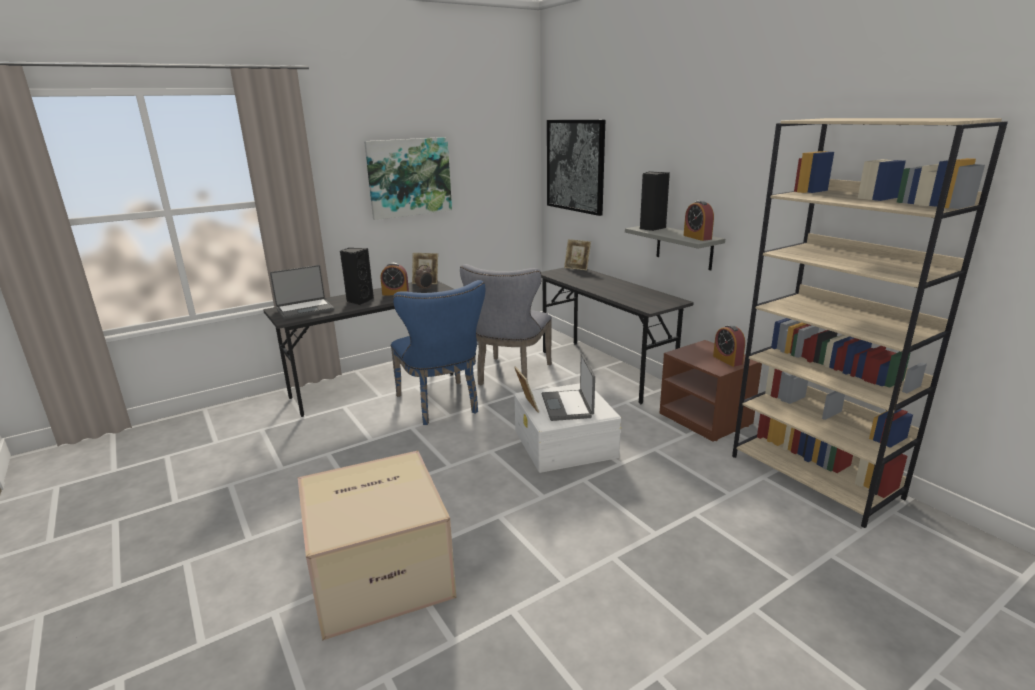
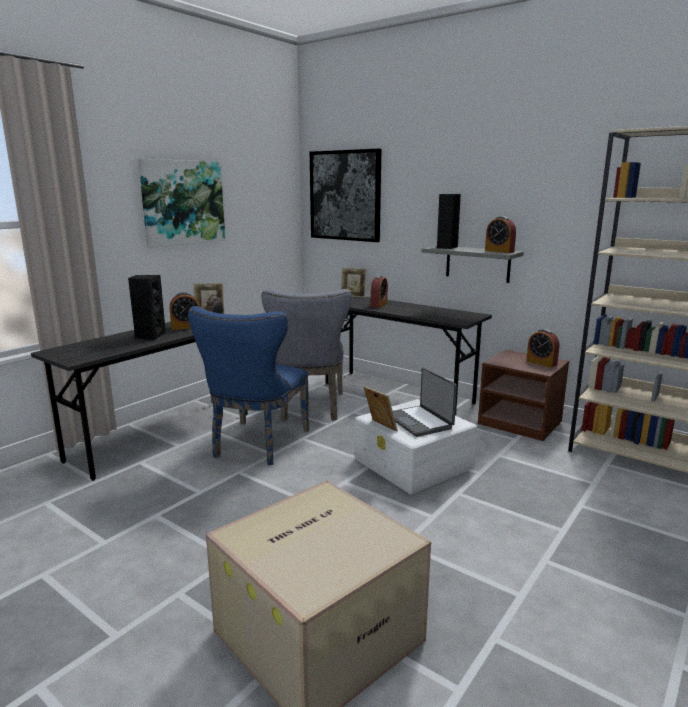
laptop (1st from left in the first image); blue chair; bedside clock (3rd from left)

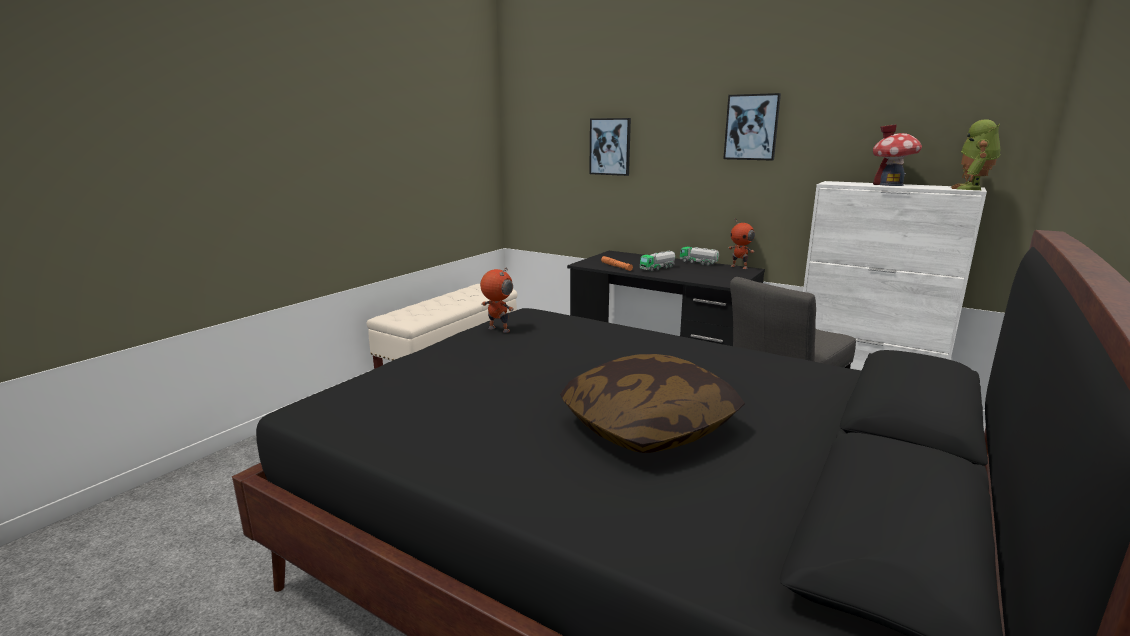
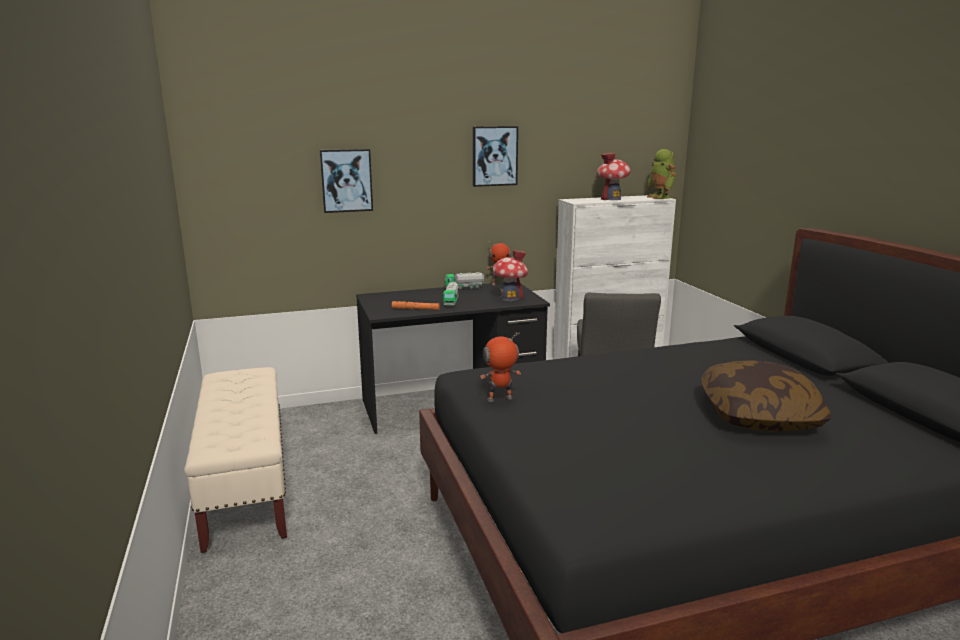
model house (1st from left)

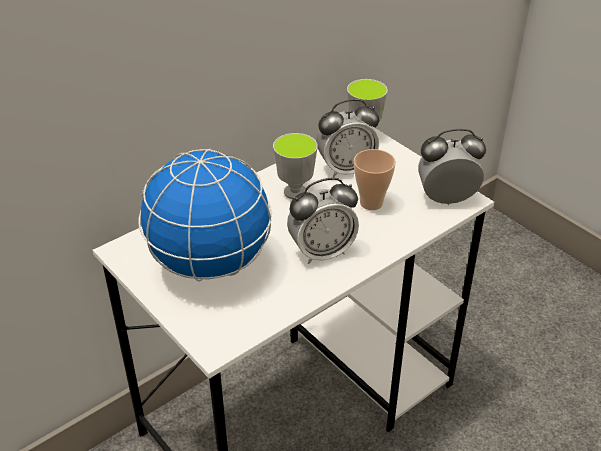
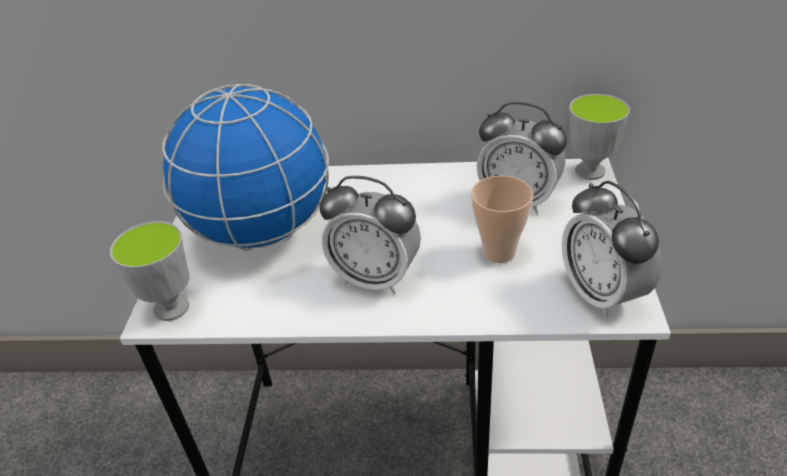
bedside clock (3rd from left); drinking cup (1st from left)

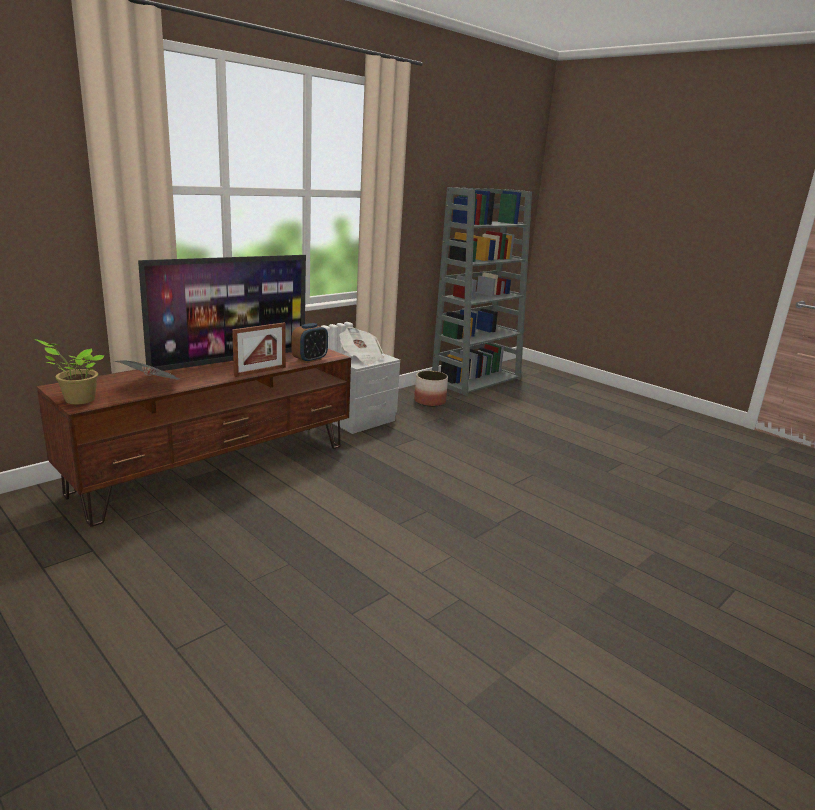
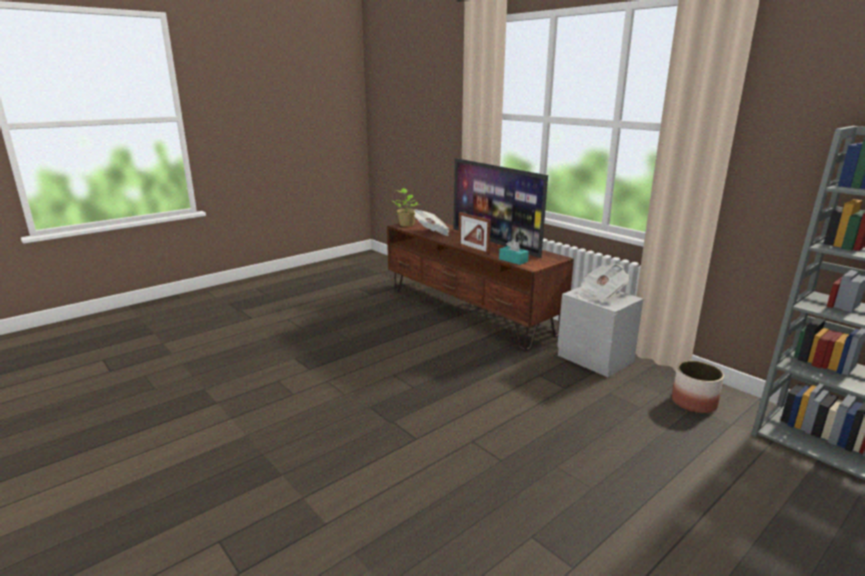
turquoise-coloured tissue holder

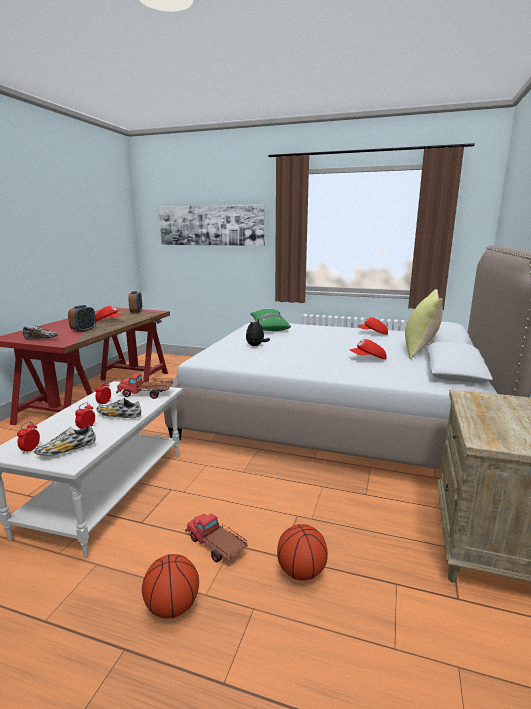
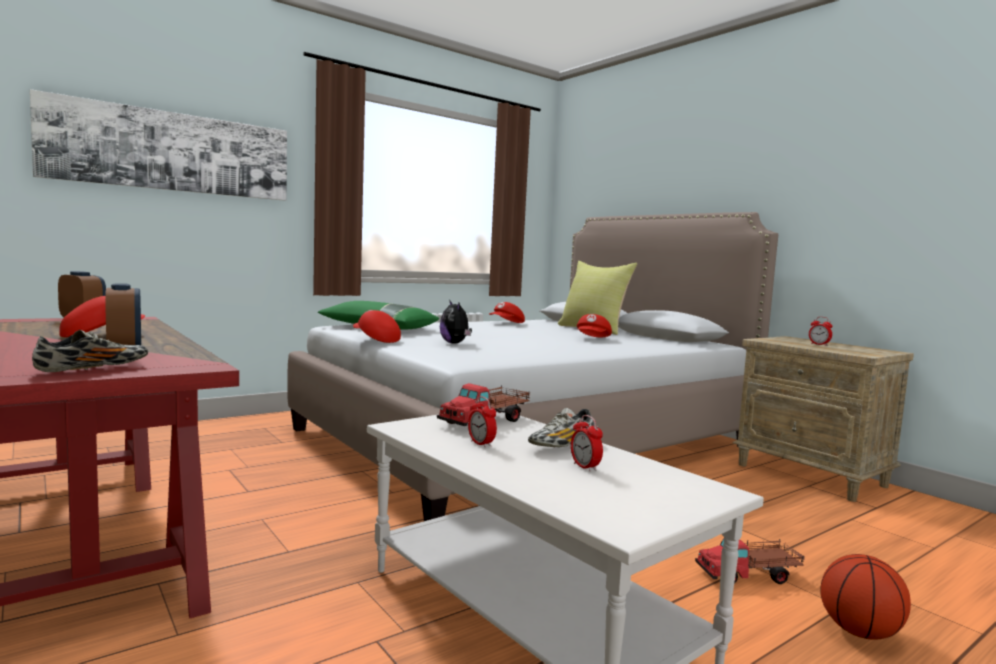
bedside clock (5th from left); low shoe (2nd from left in the first image); ball for basketball (2nd from left in the first image); reddish baseball cap (2nd from left)

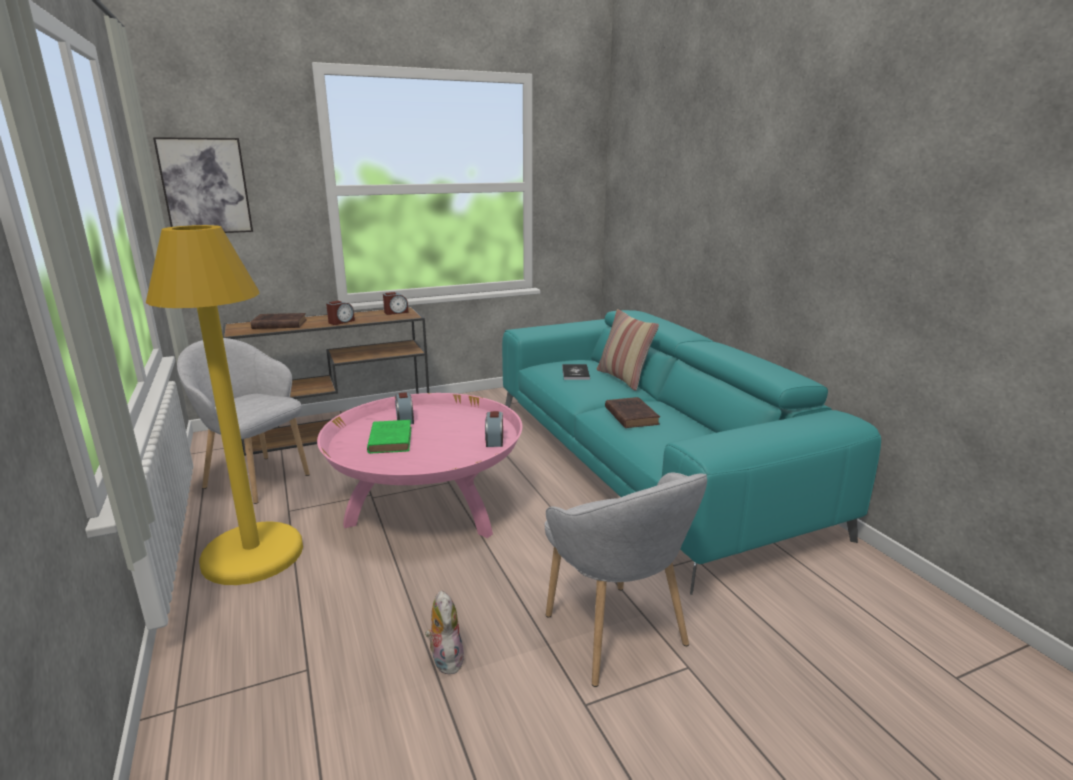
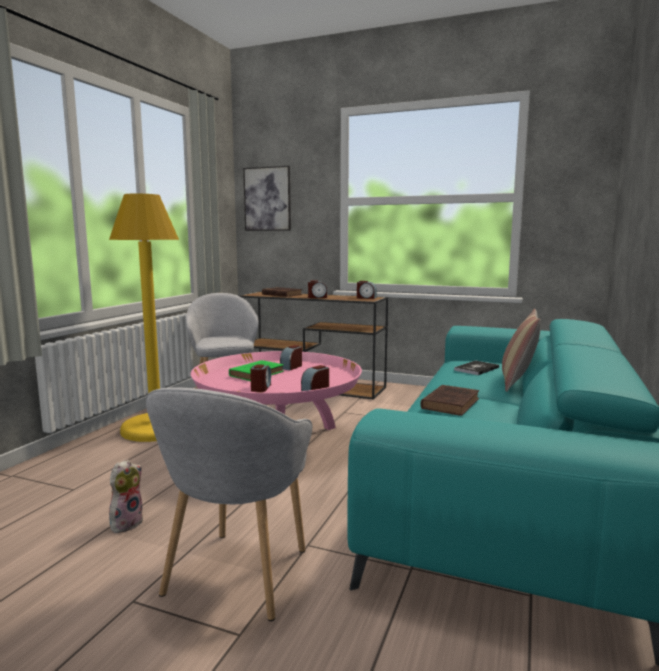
bedside clock (1st from left)

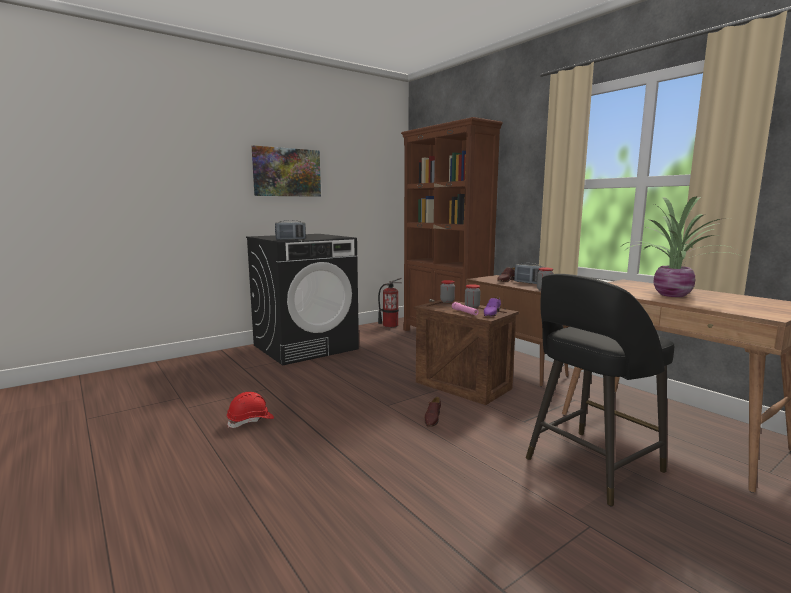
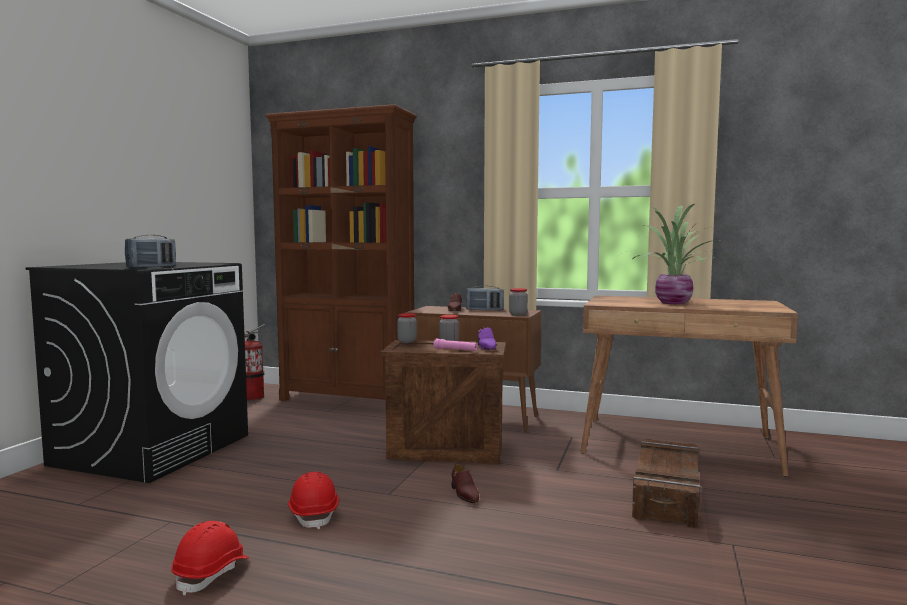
picture; crate (2nd from left); reddish work helmet (2nd from left)

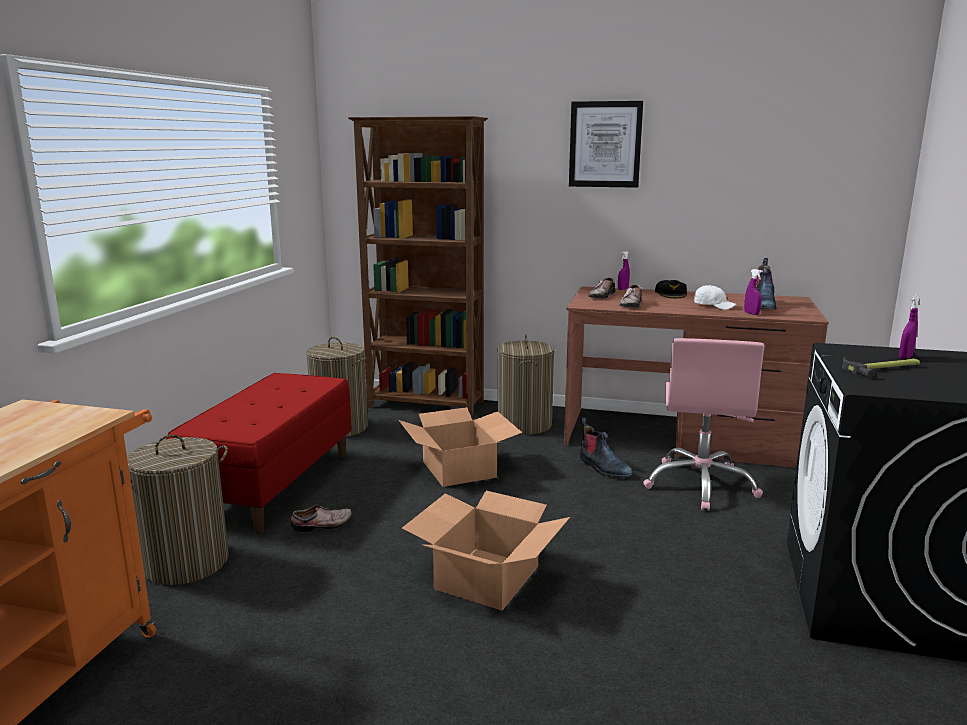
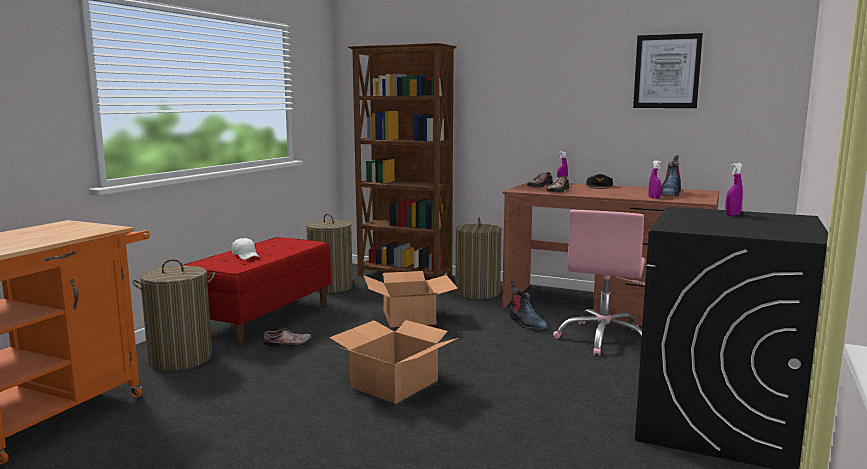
picture; white baseball cap; hammer

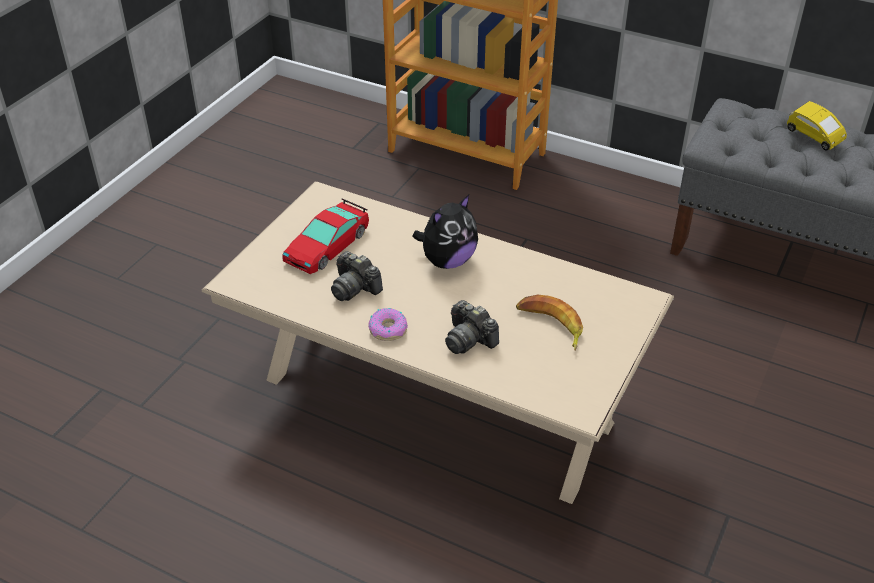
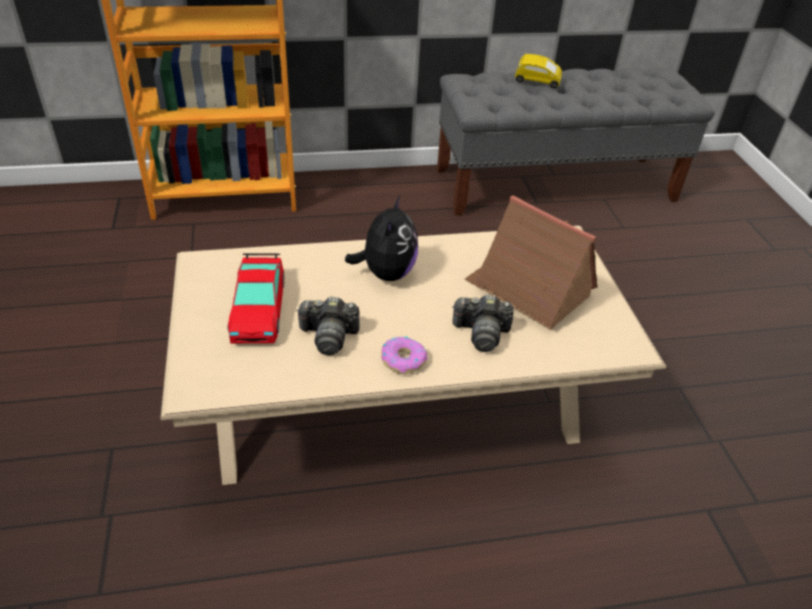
model house

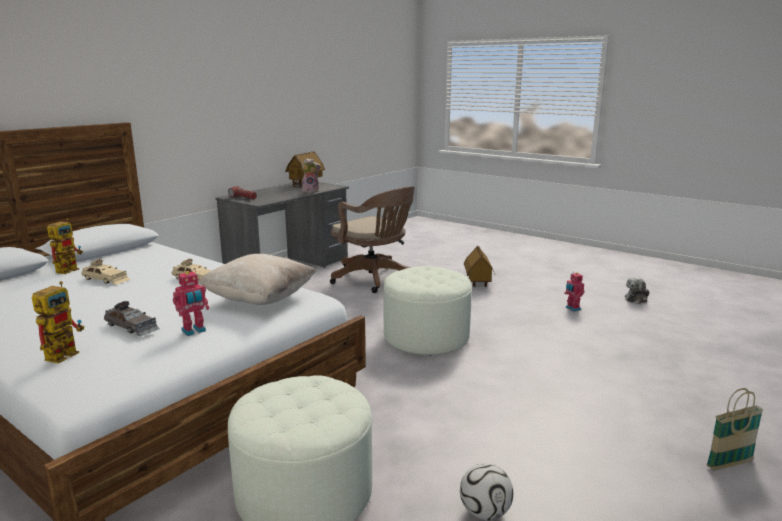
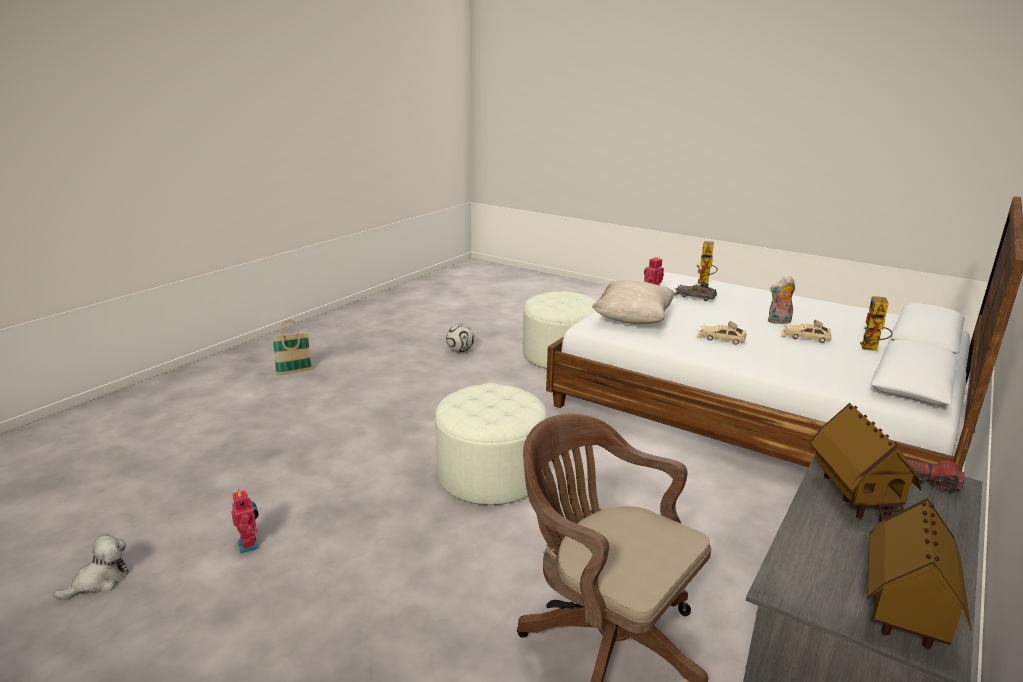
plush toy (2nd from left); model house (1st from left)

